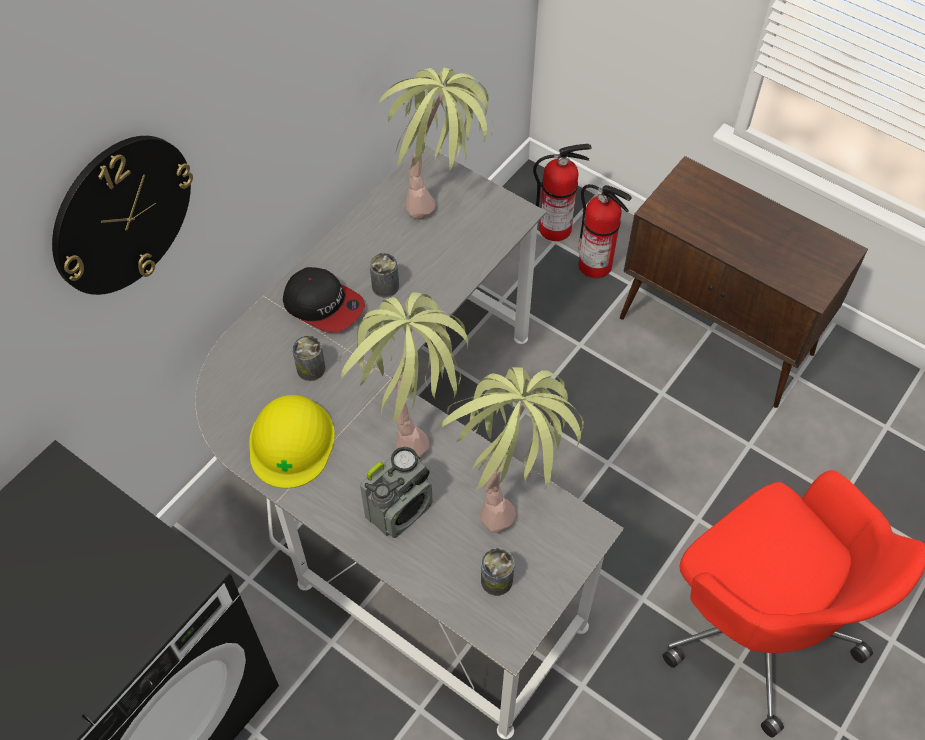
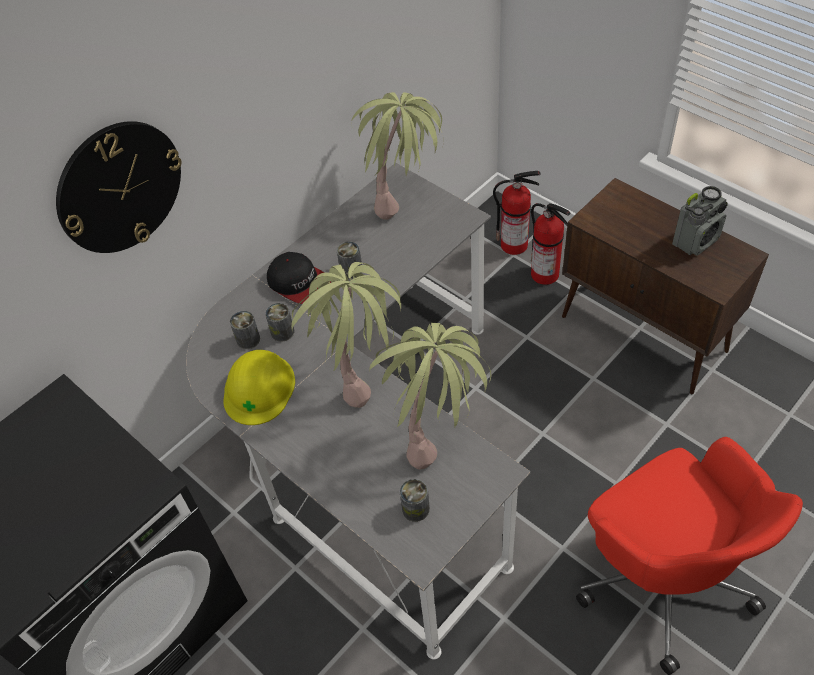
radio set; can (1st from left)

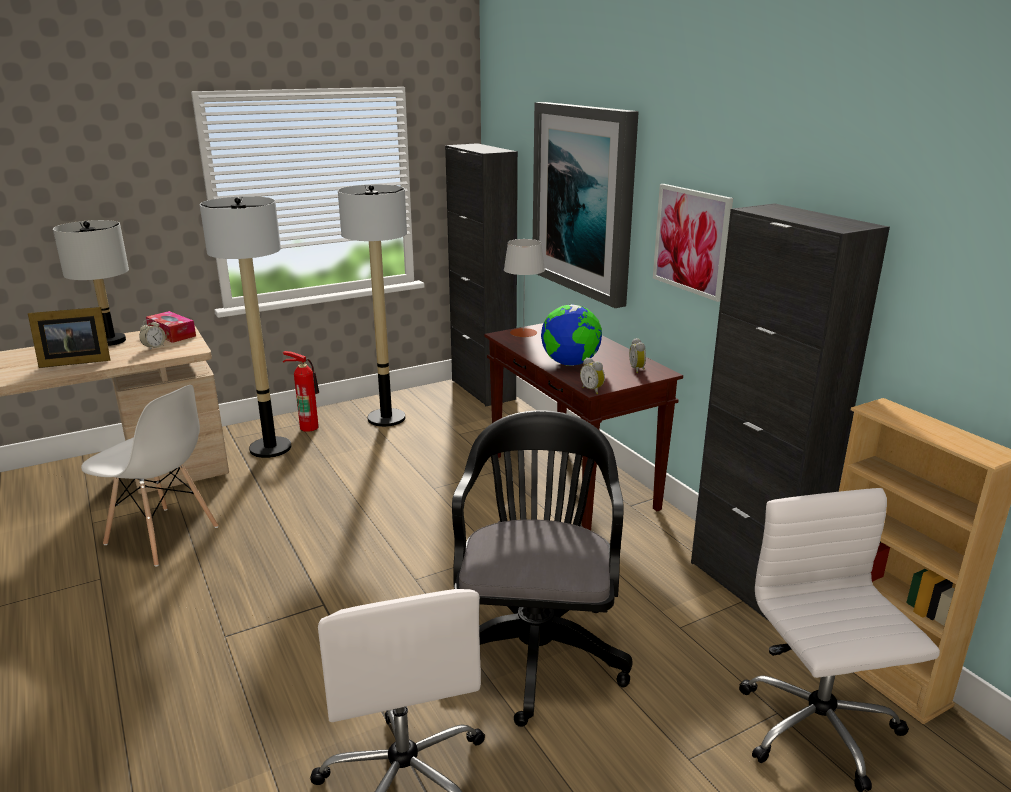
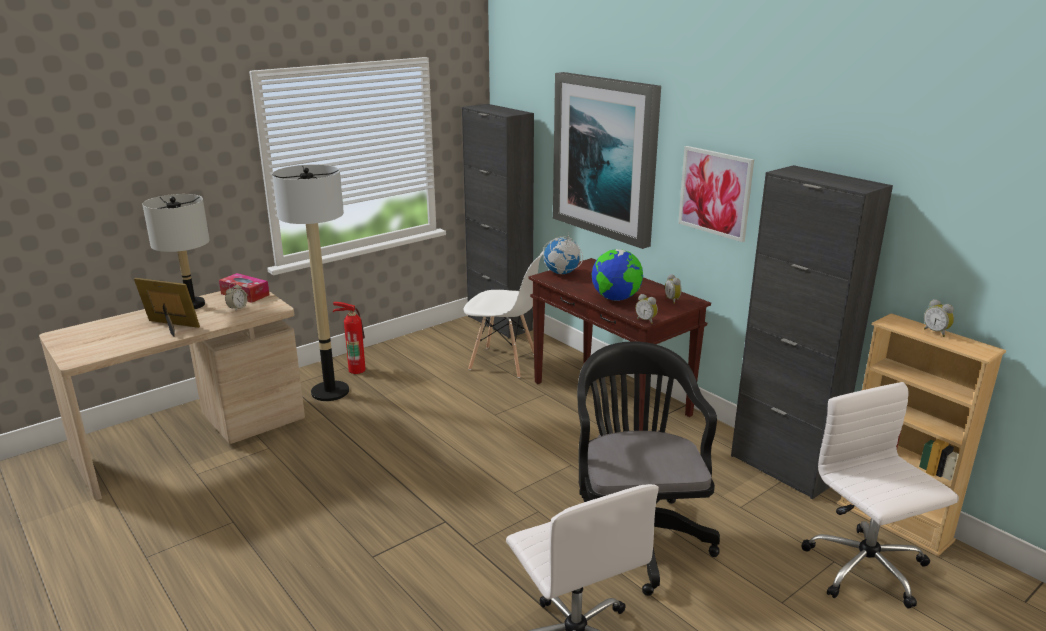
standing lamp (2nd from left in the first image); world globe (1st from left); picture frame; white chair; bedside clock (4th from left)

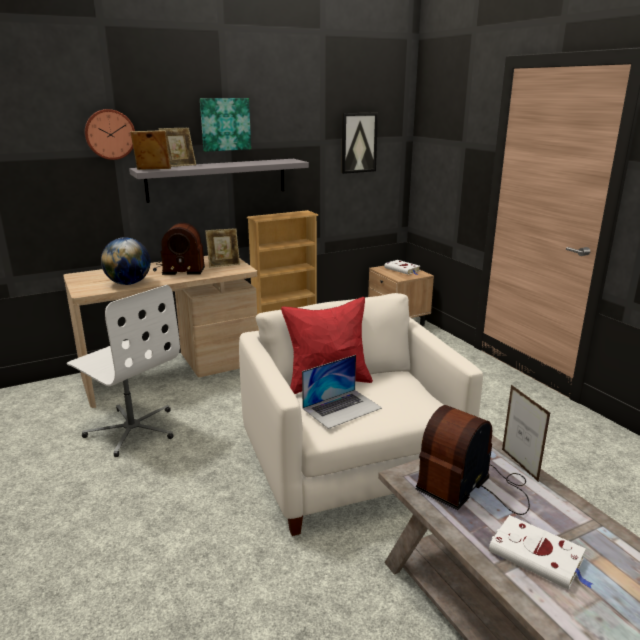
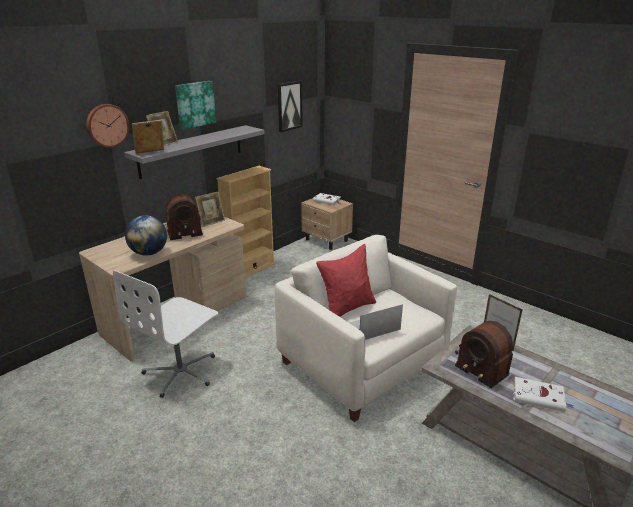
white office chair; laptop; radio set (2nd from left)

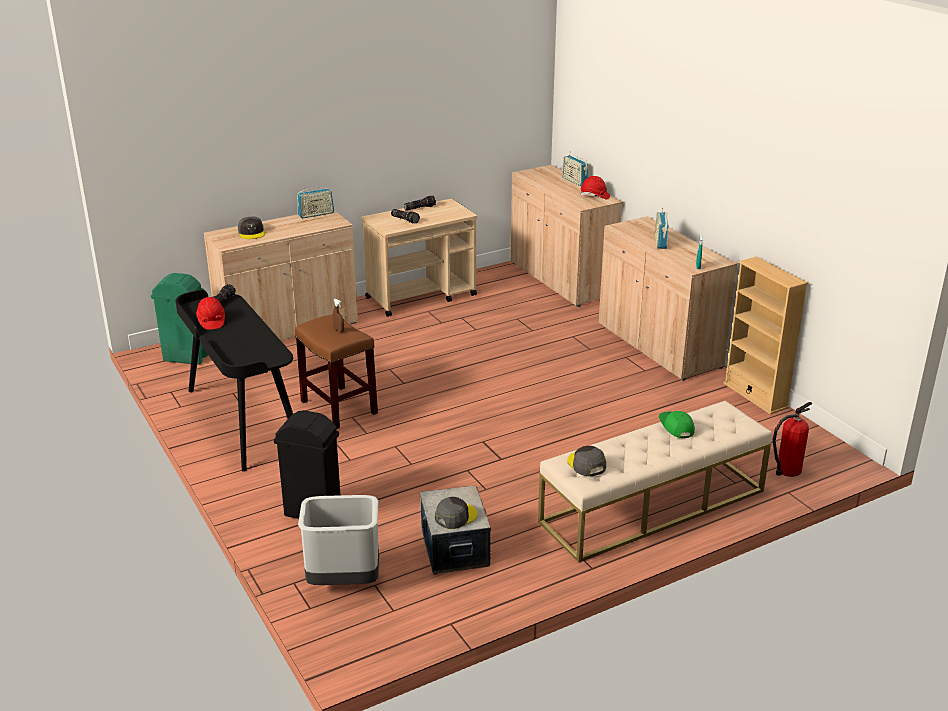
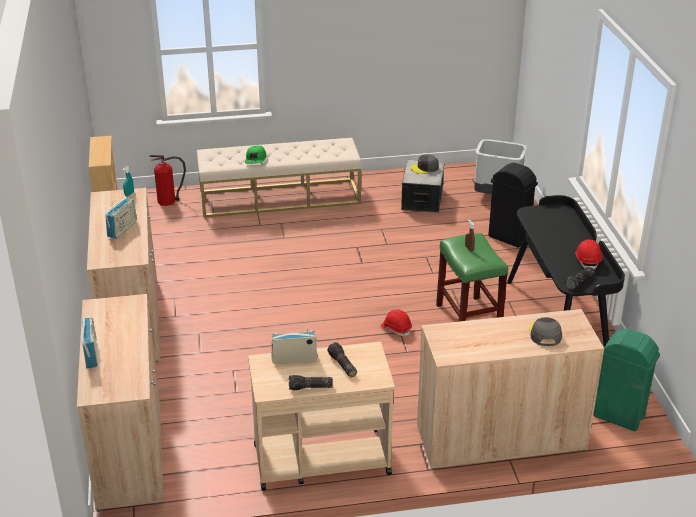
reddish work helmet (1st from left); radio set (3rd from left); greenish sitting stool; greyish baseball cap (3rd from left in the first image)

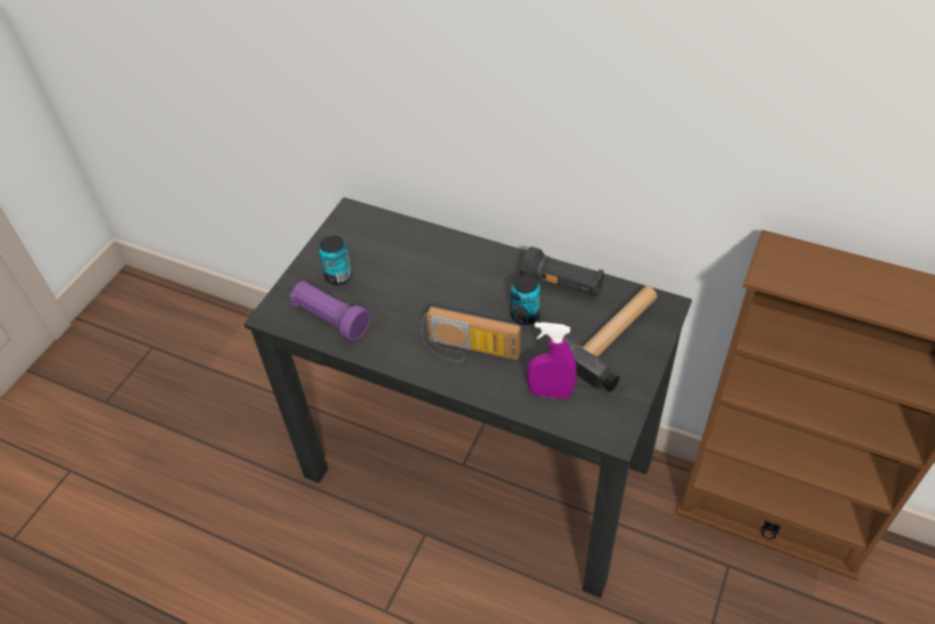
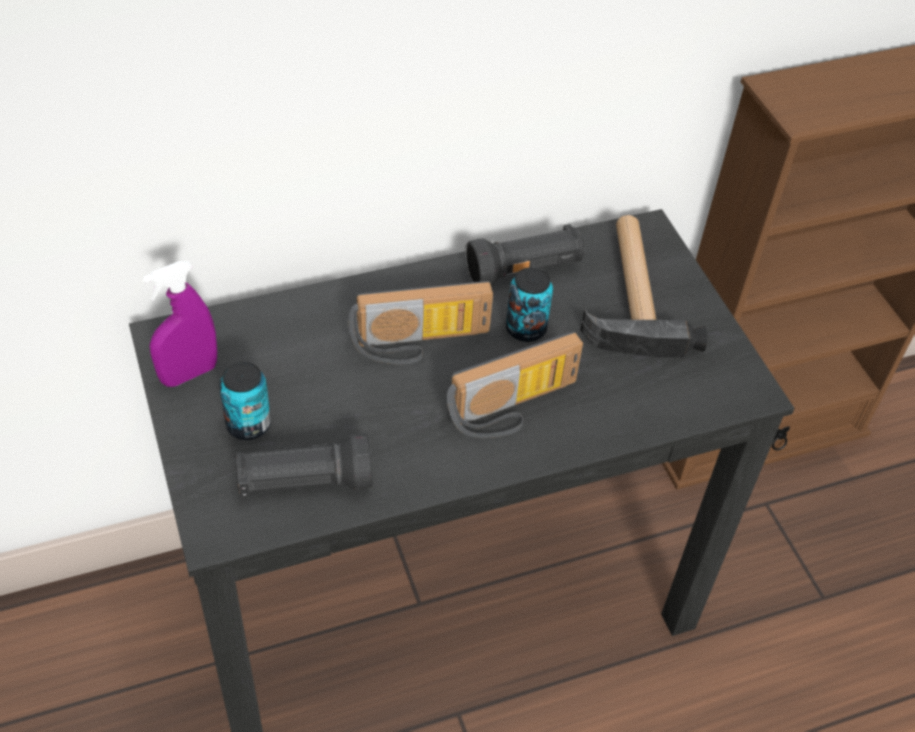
black-coloured hand torch (1st from left); purplish spray bottle; radio set (1st from left)

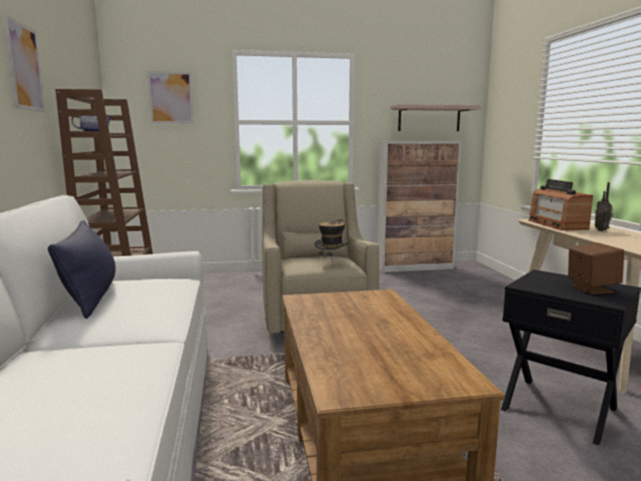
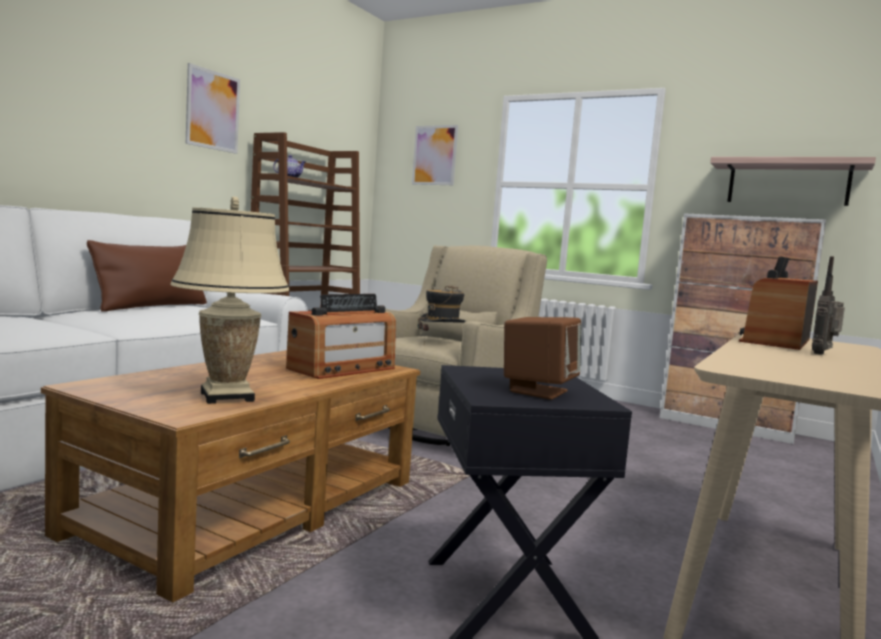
brownish pillow; beige table lamp; radio set (1st from left)

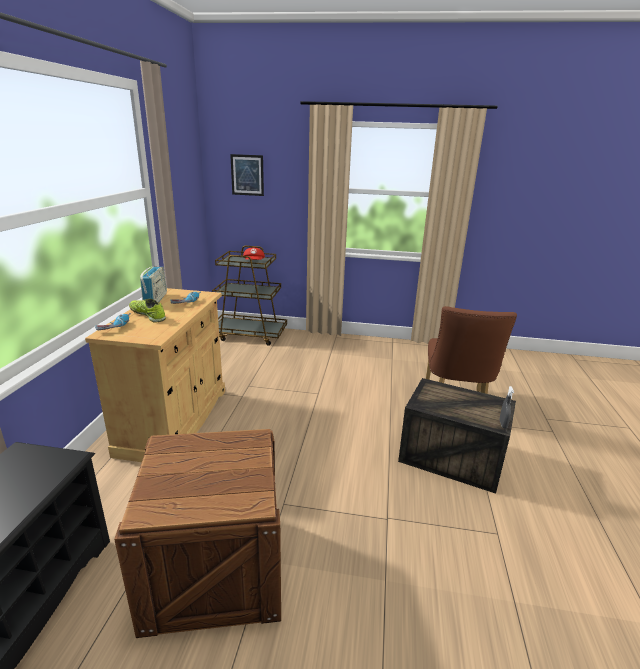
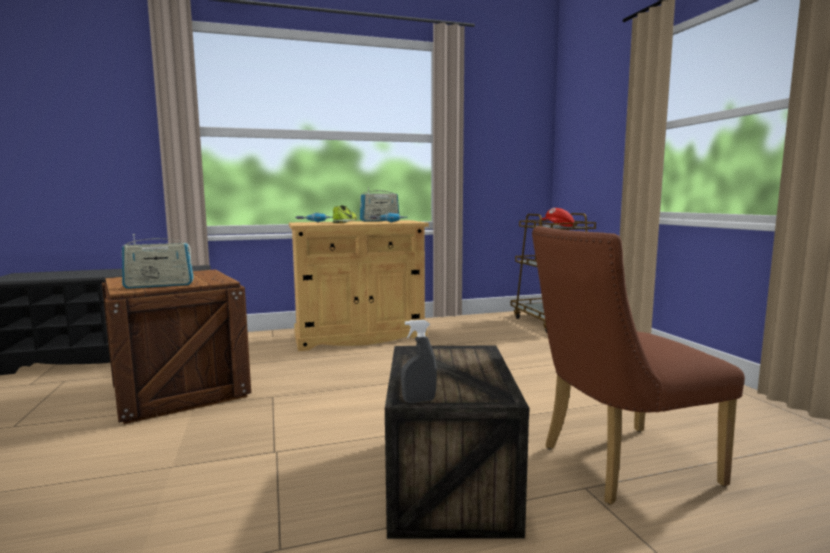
picture; radio set (1st from left)

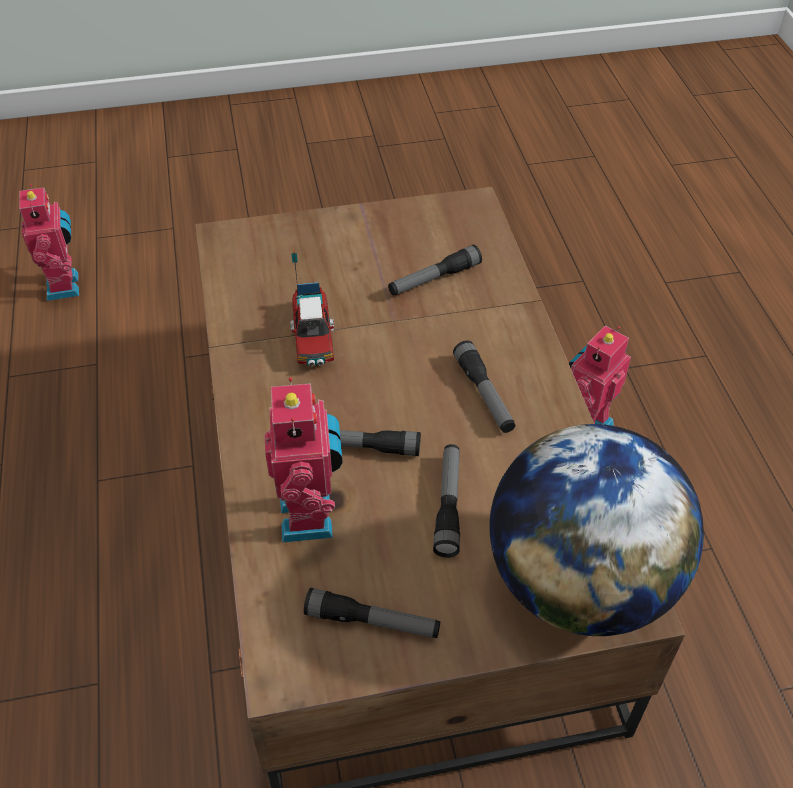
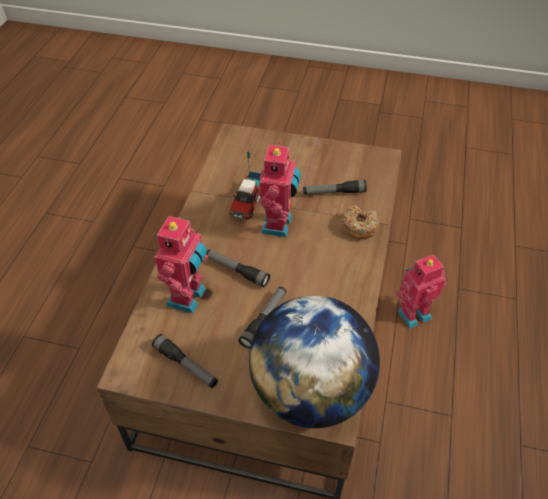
toy robot (2nd from left); hand torch (5th from left in the first image); ring doughnut

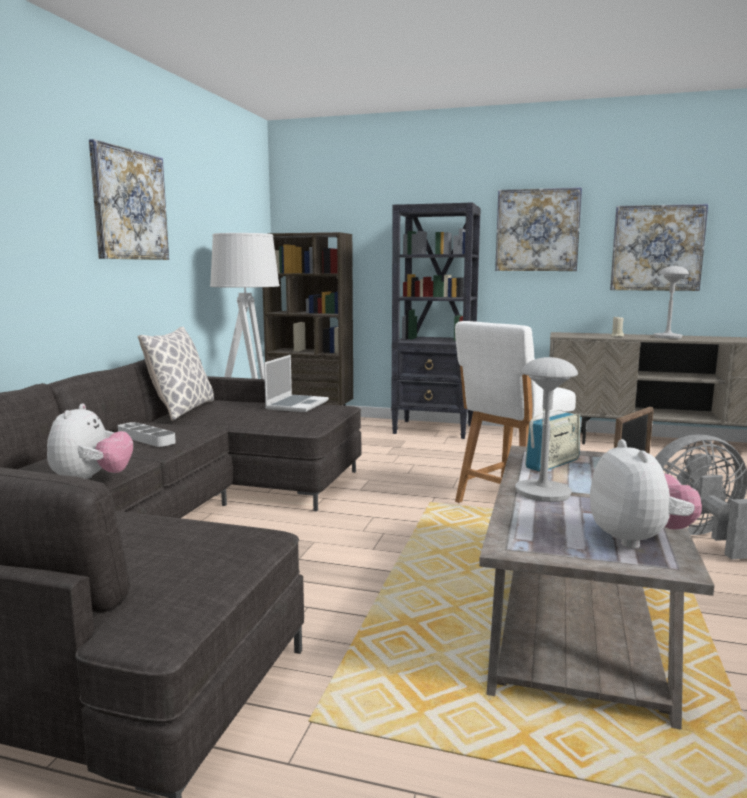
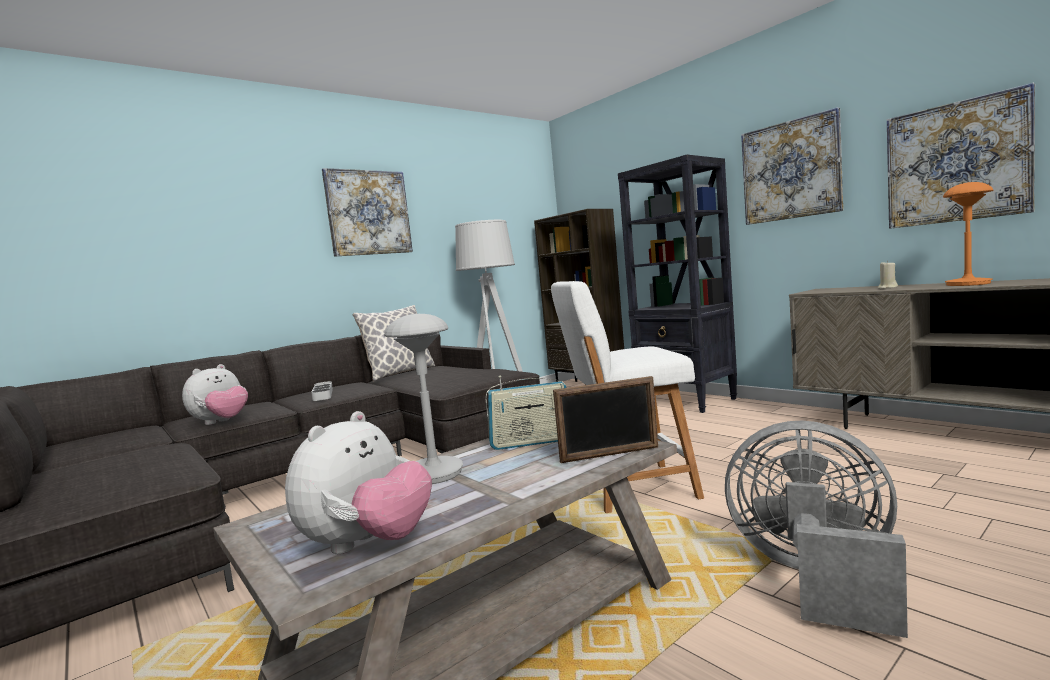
orange-coloured table lamp; laptop

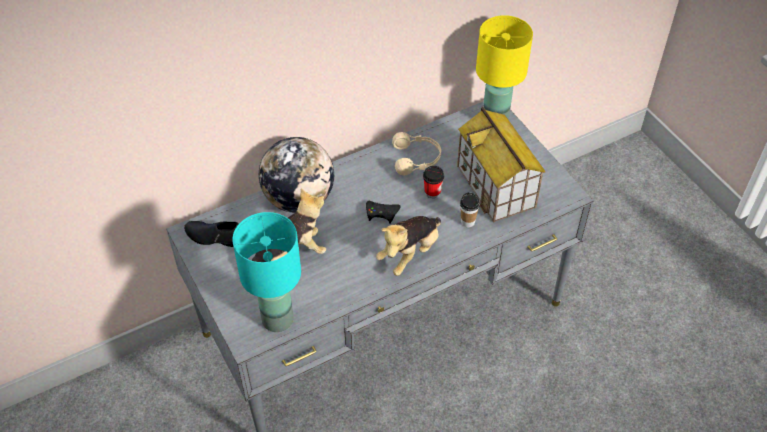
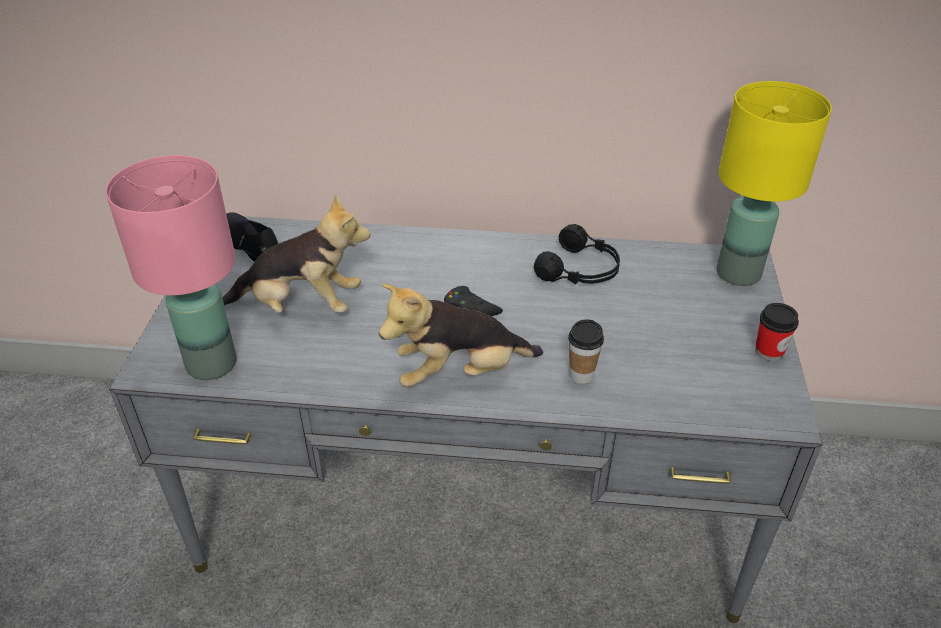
model house; black-coloured headset; world globe; drinking cup (2nd from left); pink-coloured table lamp

